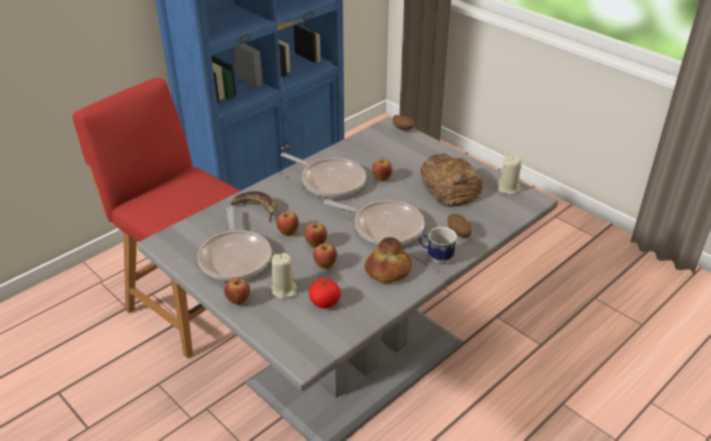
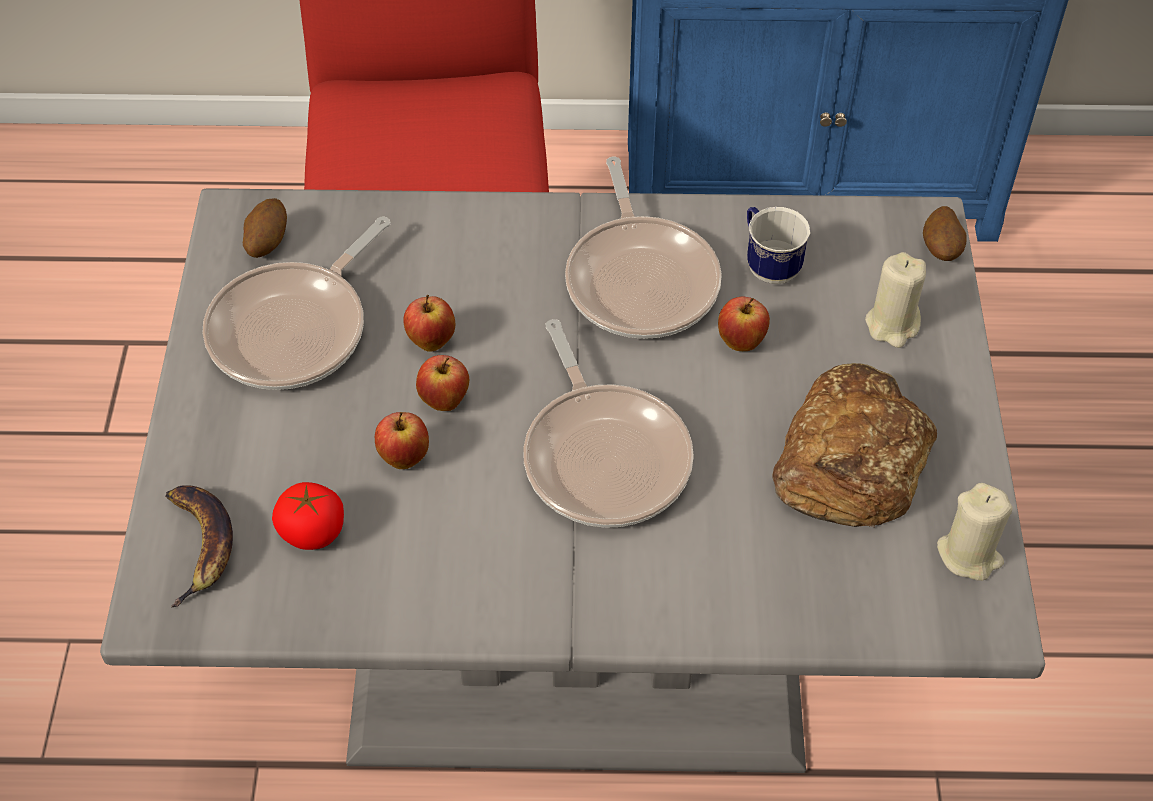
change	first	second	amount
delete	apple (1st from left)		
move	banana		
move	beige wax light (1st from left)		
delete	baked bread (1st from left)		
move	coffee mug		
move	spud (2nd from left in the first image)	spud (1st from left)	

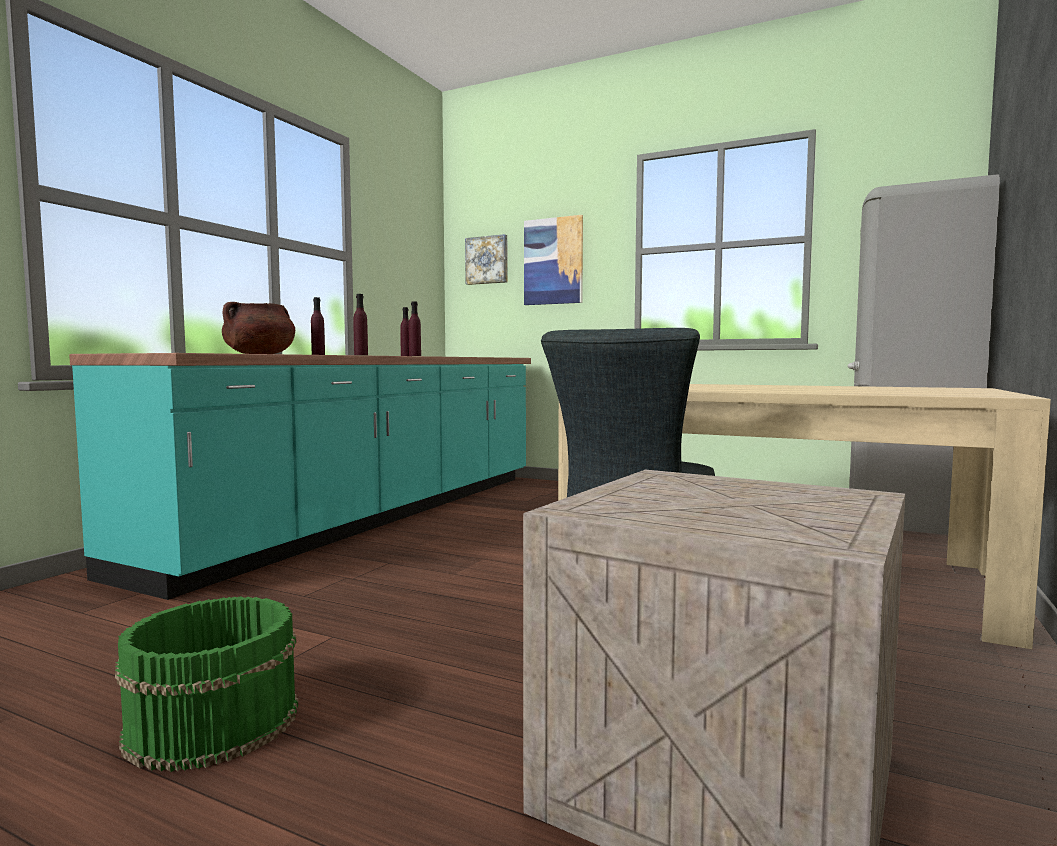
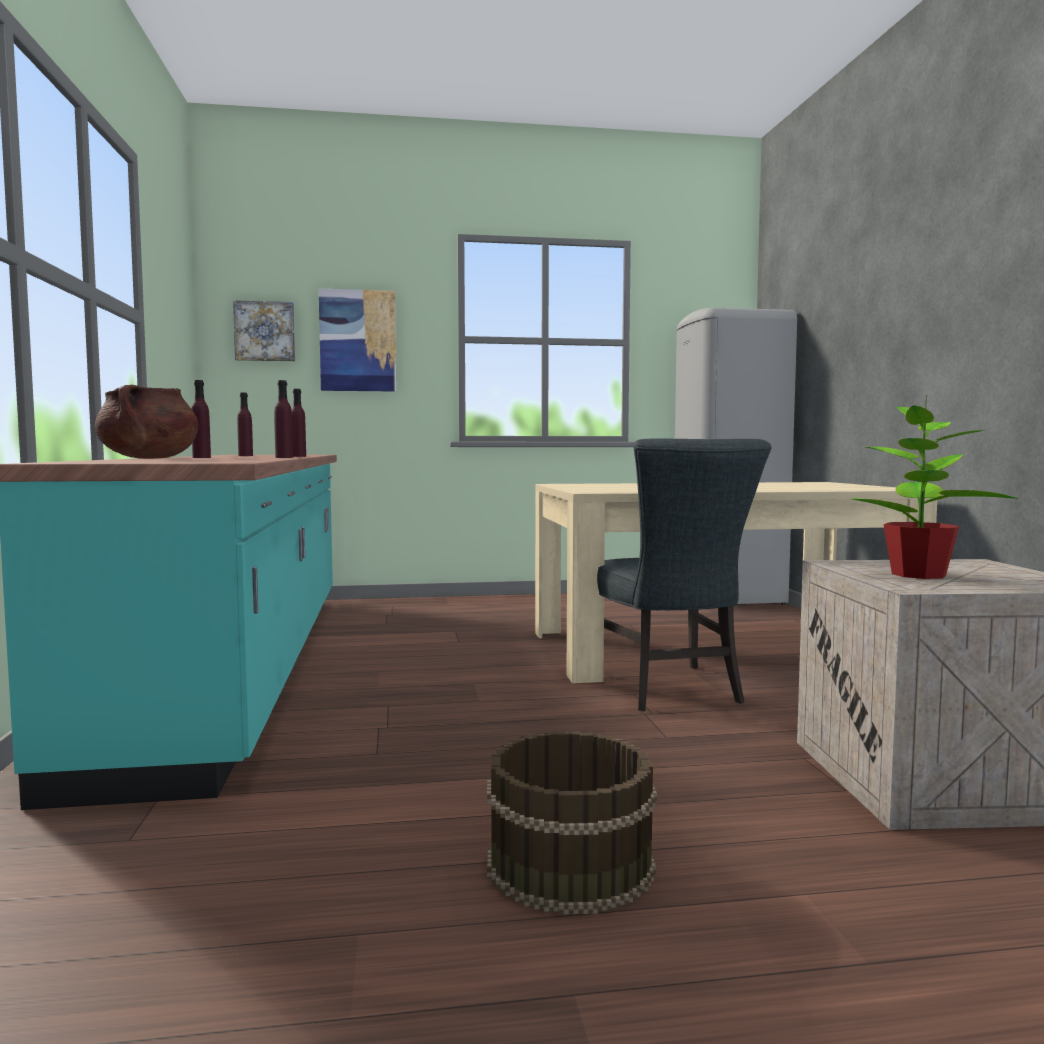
change	first	second	amount
recolor	green pail	brown pail	
insert		potted plant	

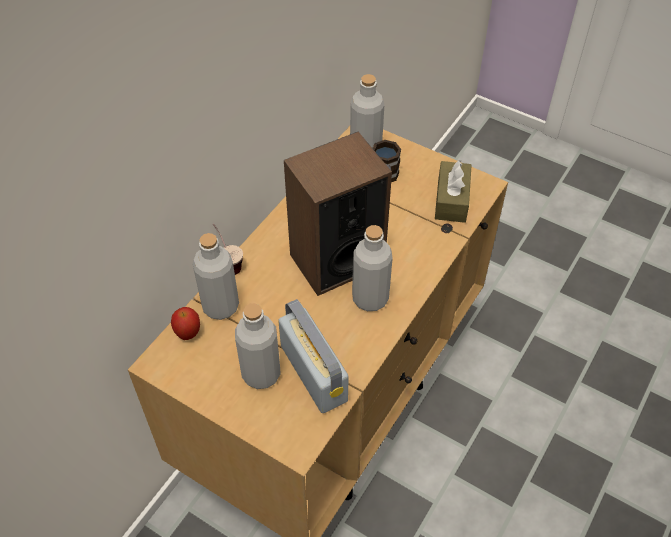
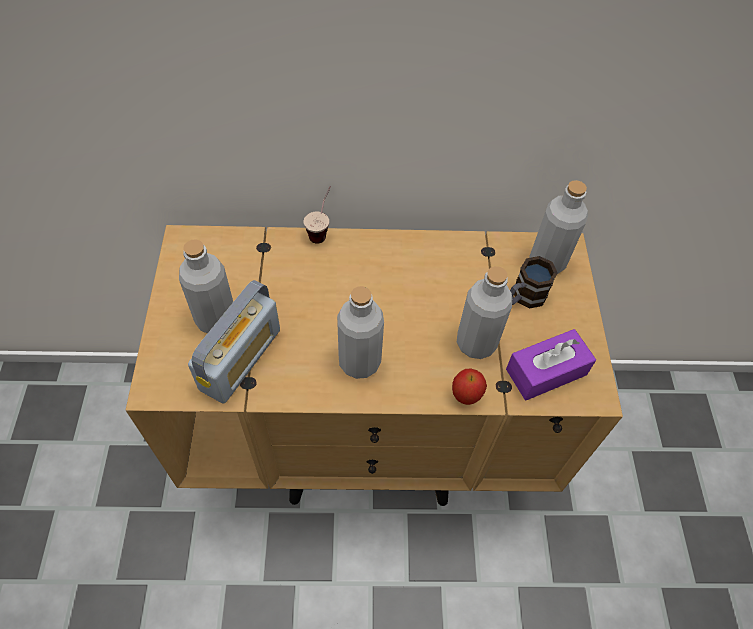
change	first	second	amount
move	apple		
move	grey beverage bottle (1st from left in the first image)	grey beverage bottle (3rd from left)	
delete	speaker		
recolor	brown box of tissues	purple-coloured box of tissues	

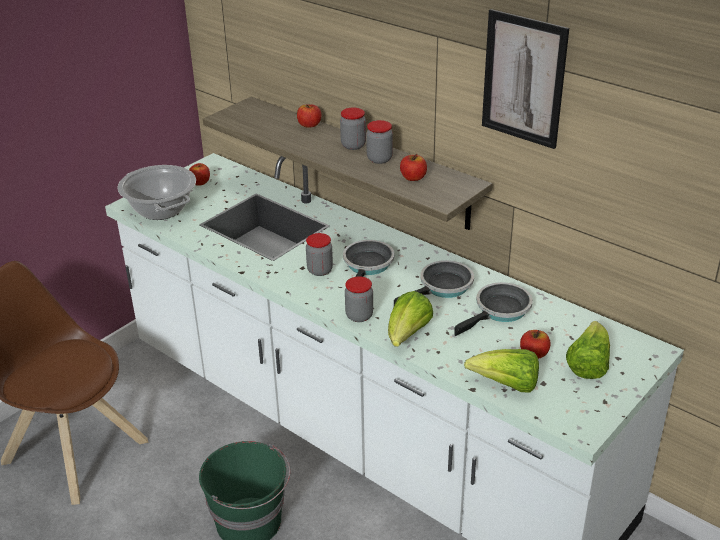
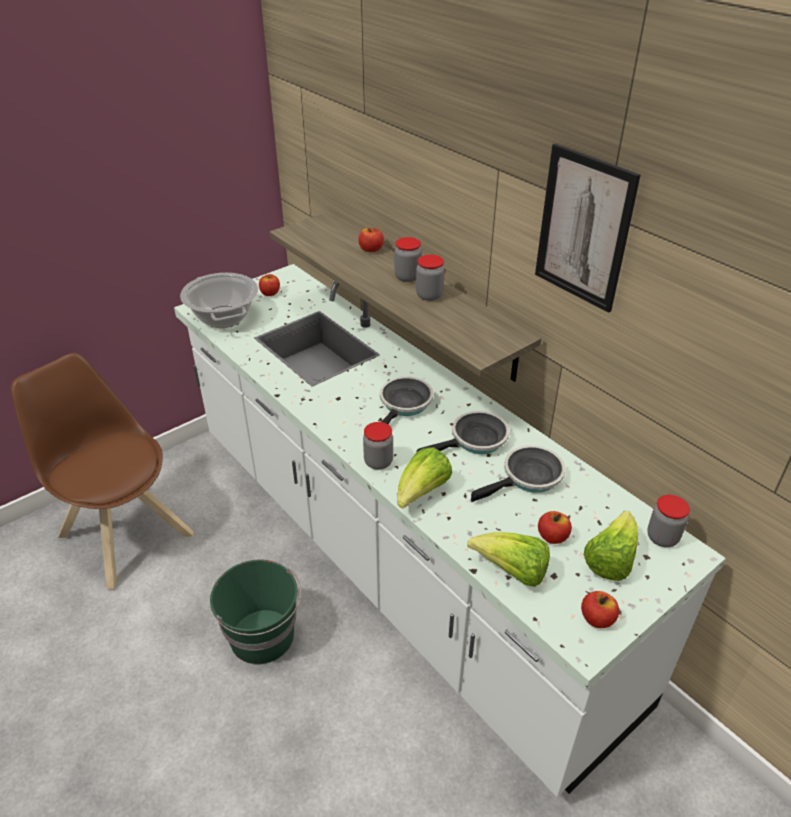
change	first	second	amount
move	preserve jar (1st from left in the first image)	preserve jar (4th from left)	
move	apple (3rd from left in the first image)	apple (4th from left)	

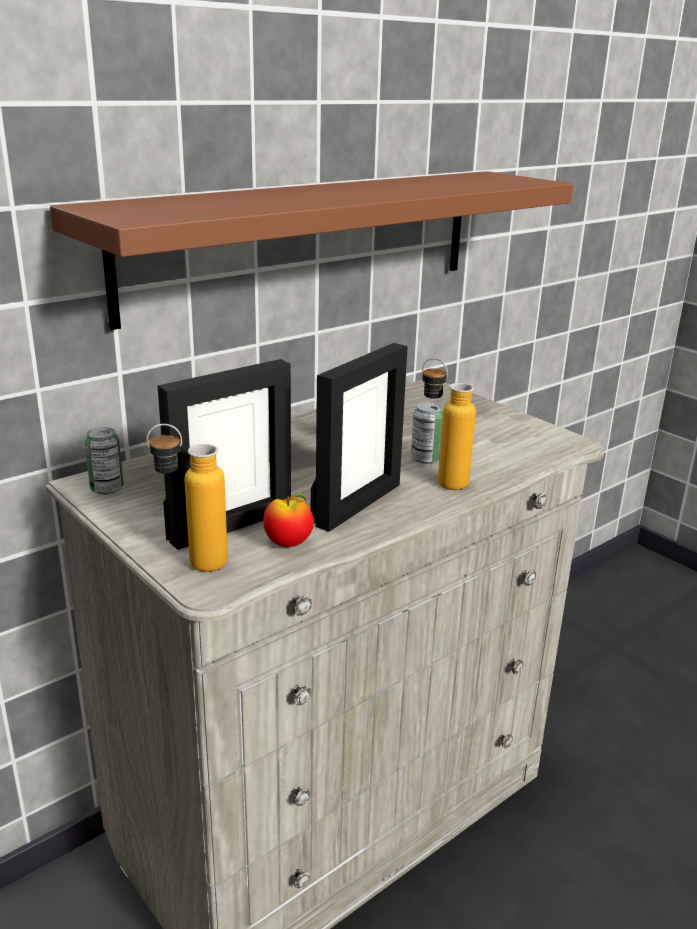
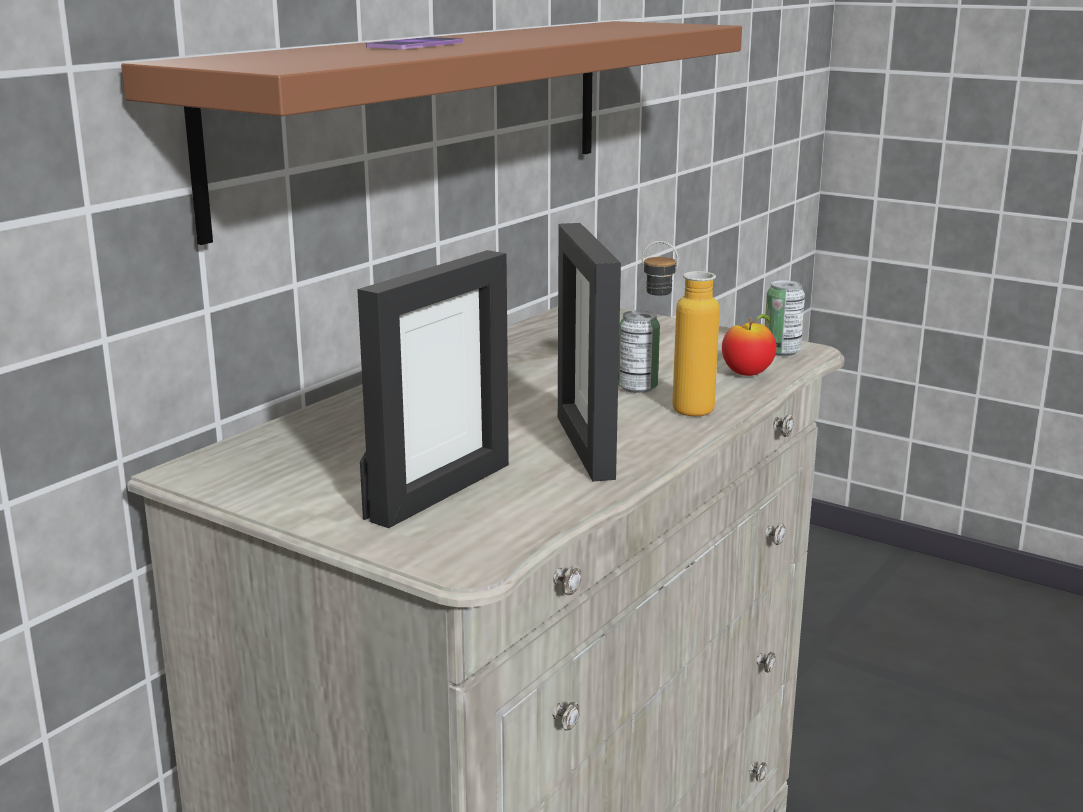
change	first	second	amount
move	can (1st from left in the first image)	can (2nd from left)	
delete	beverage bottle (1st from left)		
move	apple		
rotate	standing frame (2nd from left)		150 degrees clockwise
insert		telephone	

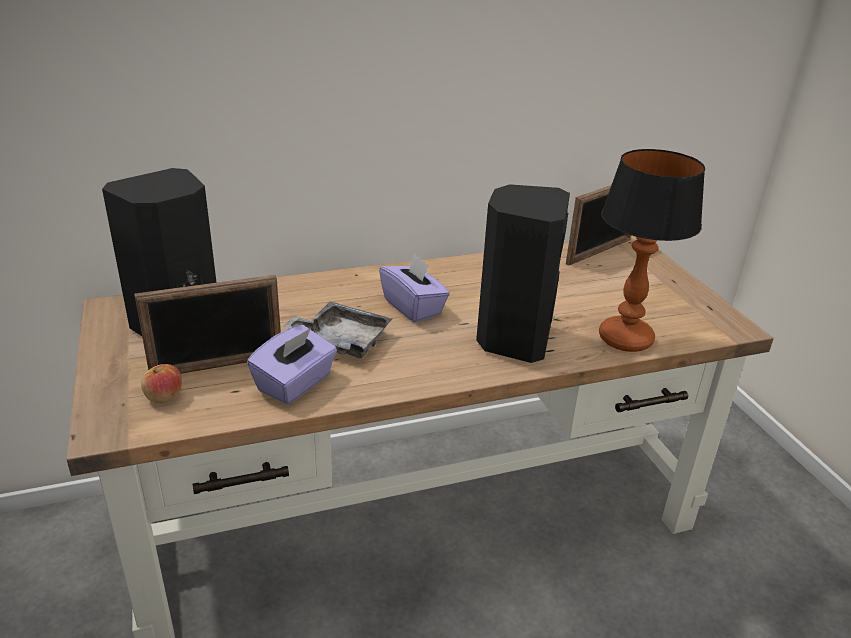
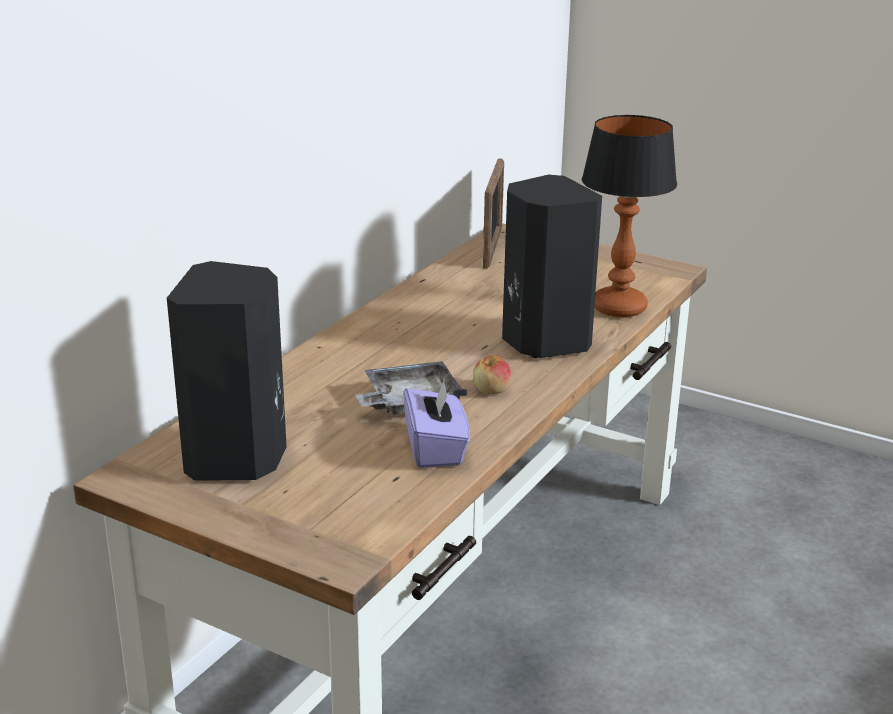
change	first	second	amount
delete	standing frame (1st from left)		
move	apple		
delete	purple-coloured box of tissues (2nd from left)		

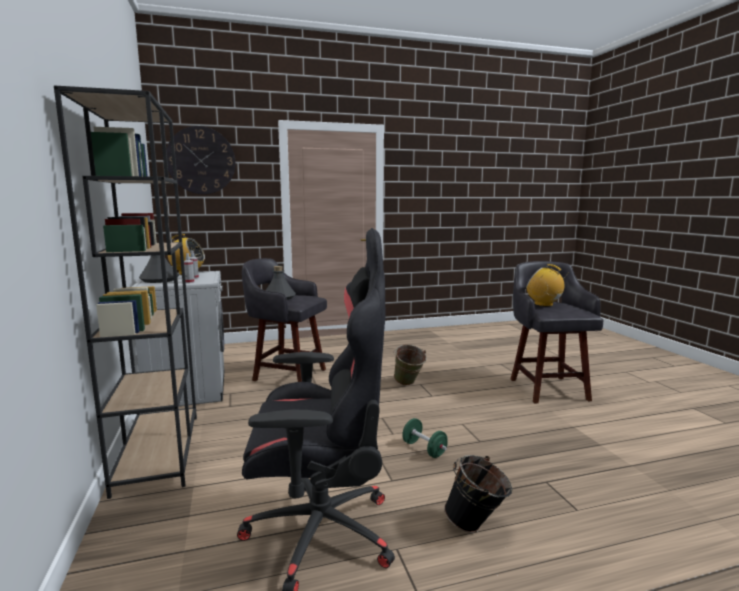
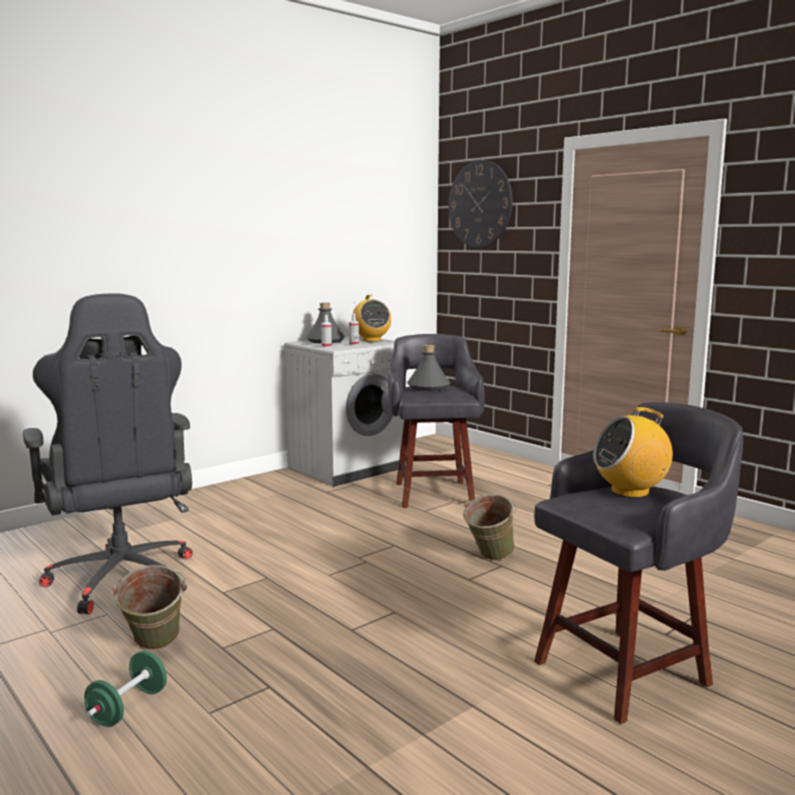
change	first	second	amount
delete	bookcase		
move	green free weight		
recolor	blackish pail	green pail (1st from left)	
rotate	radio (2nd from left)		120 degrees counterclockwise

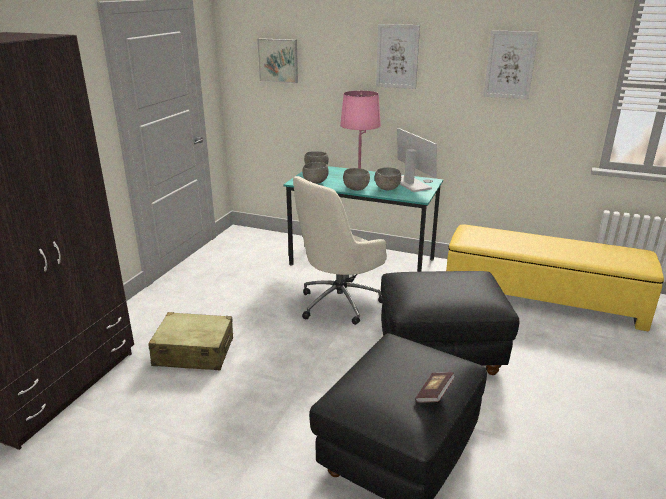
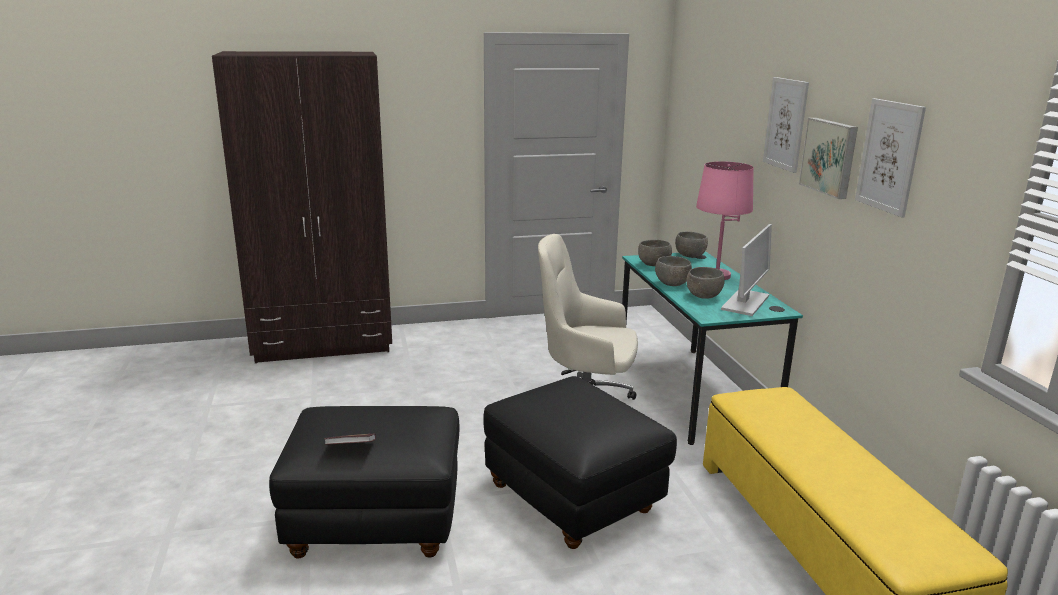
change	first	second	amount
delete	beige piece of luggage		
move	wall art (1st from left in the first image)	wall art (2nd from left)	

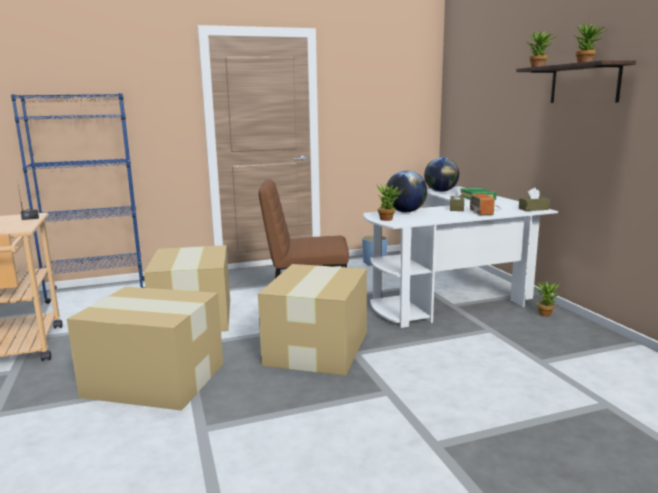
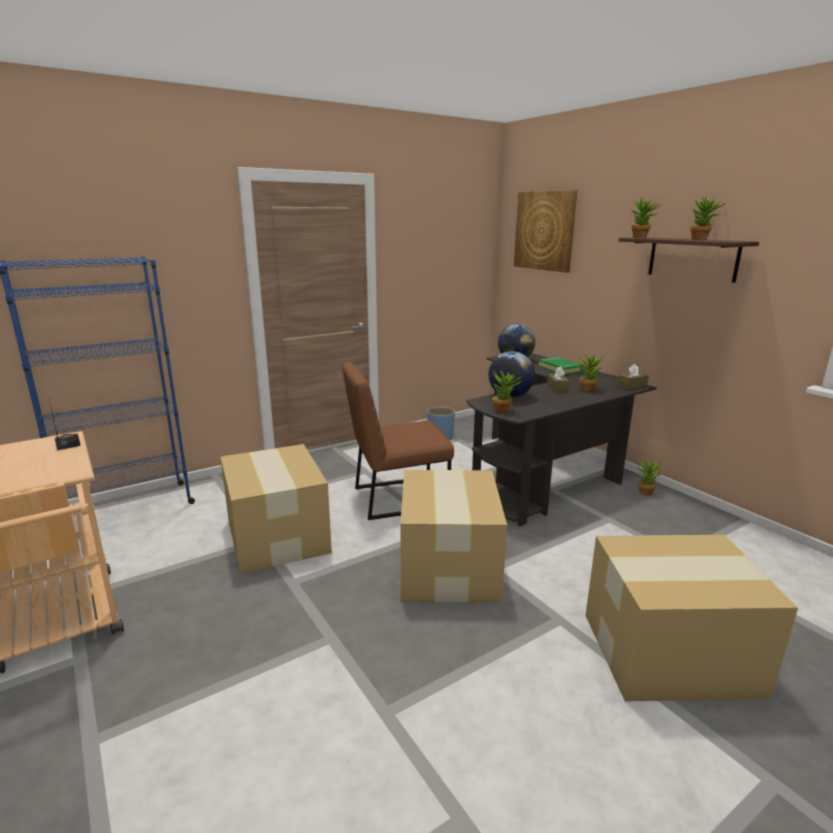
change	first	second	amount
move	cardboard box (1st from left in the first image)	cardboard box (3rd from left)	
recolor	whitish desk table	blackish desk table	
replace	radio (2nd from left)	potted plant (2nd from left)	
insert		wall art	

